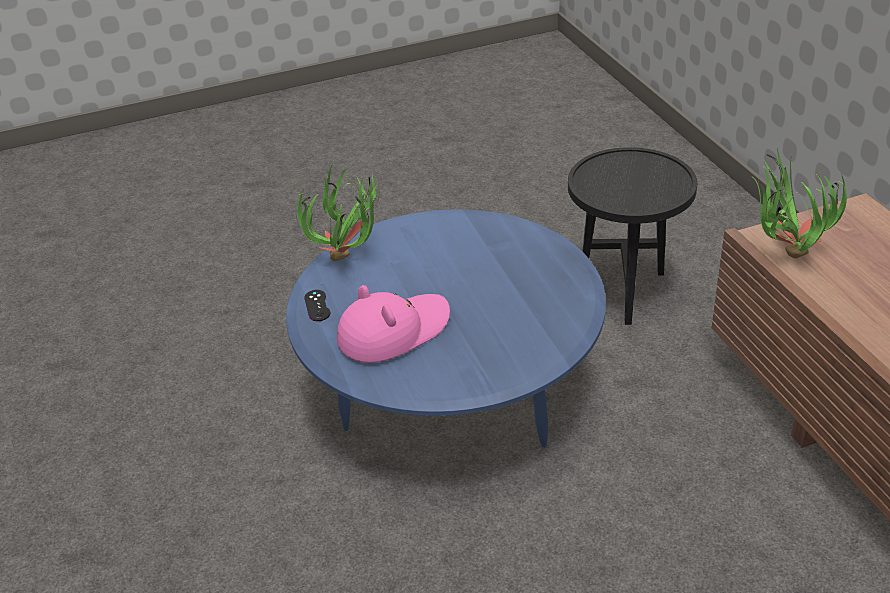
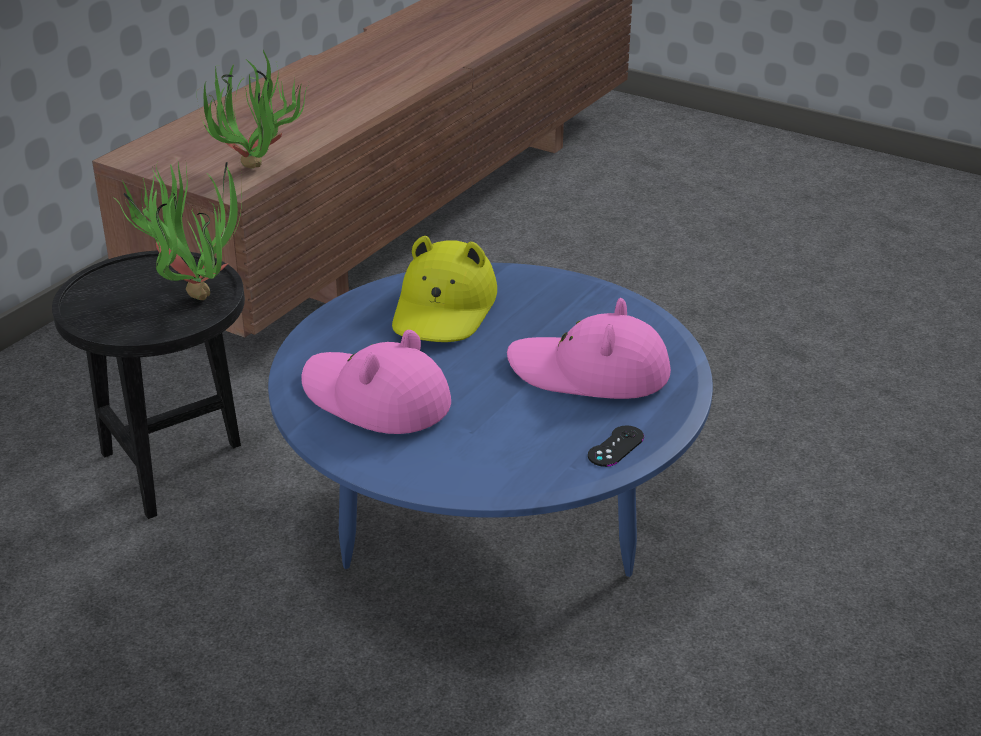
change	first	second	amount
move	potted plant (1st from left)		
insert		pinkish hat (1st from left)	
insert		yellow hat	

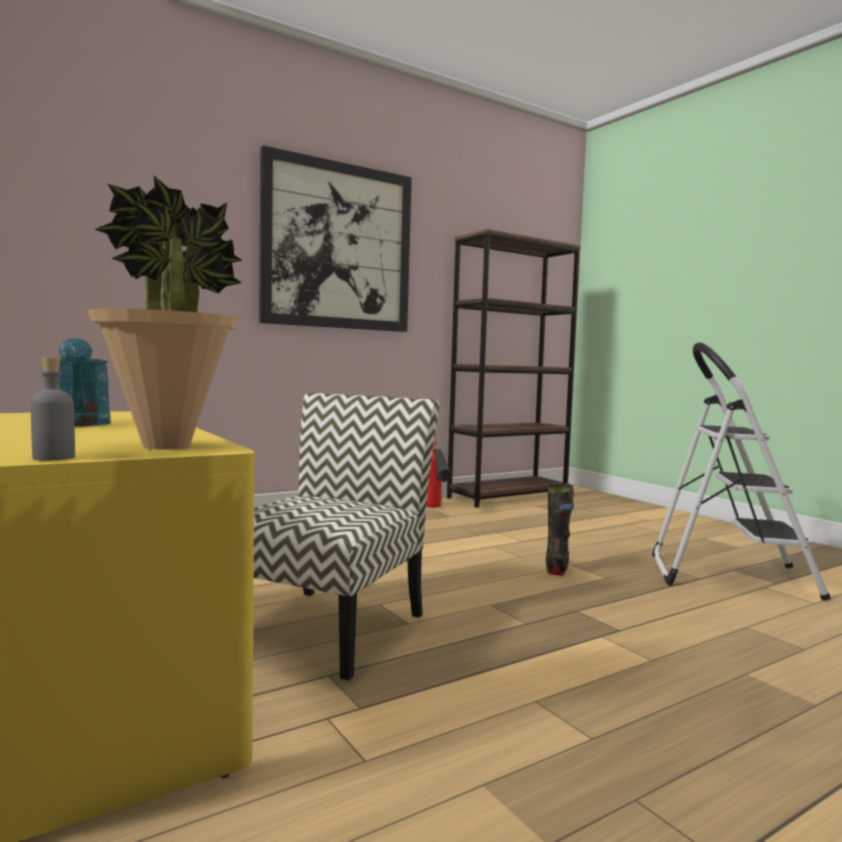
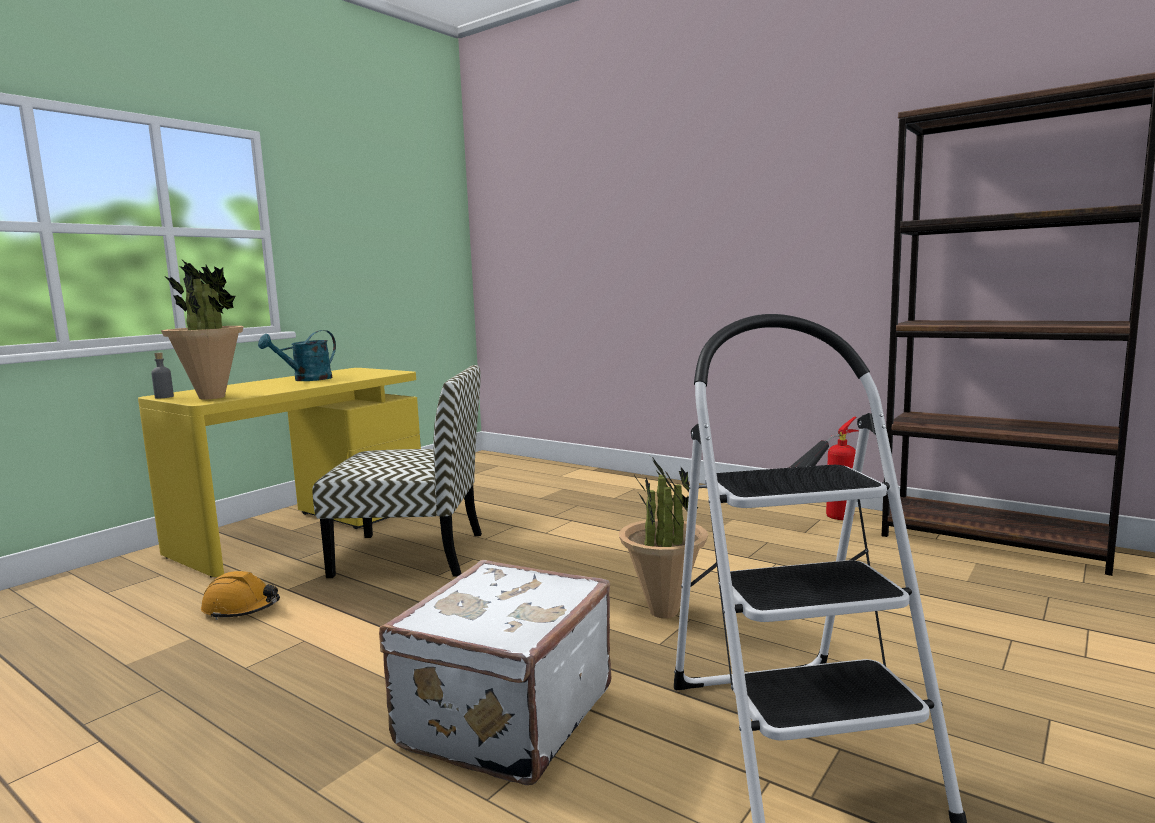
change	first	second	amount
delete	wall art		
replace	blackish tall boot	potted plant (2nd from left)	
insert		orange-coloured work helmet	
insert		whitish piece of luggage	

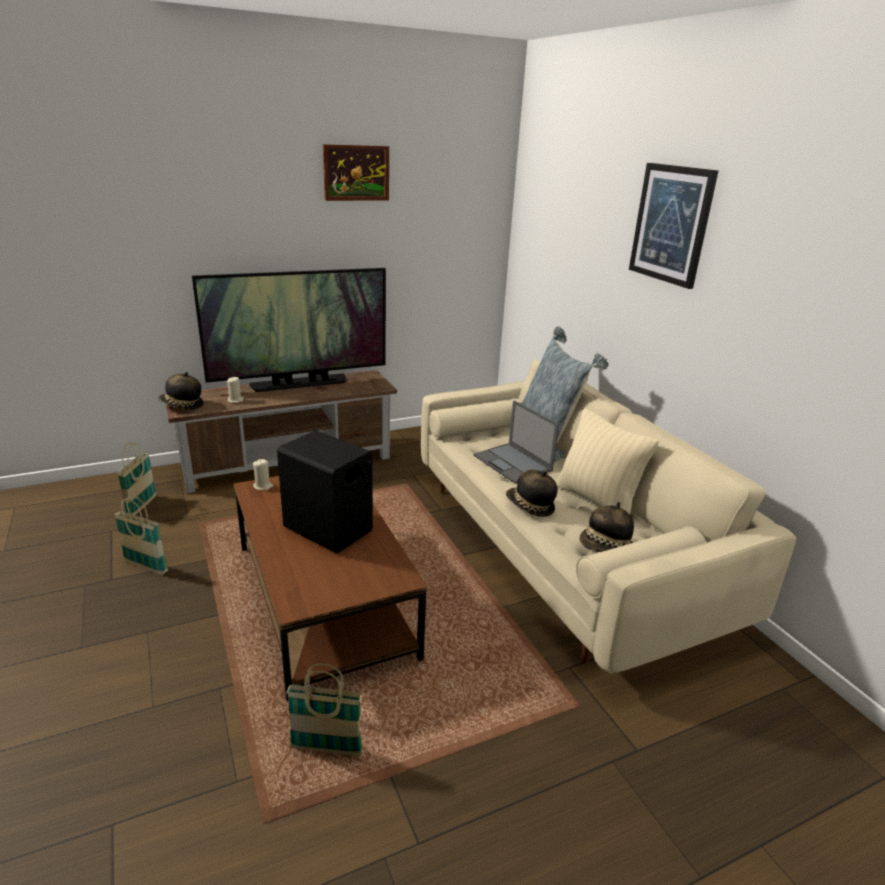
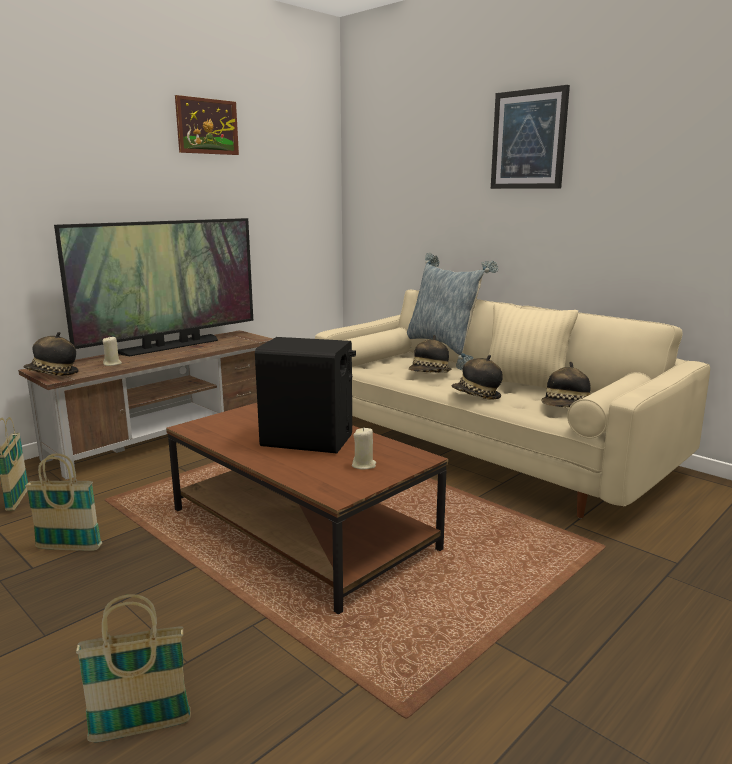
change	first	second	amount
move	beige wax light (2nd from left)		
move	basket (3rd from left)		
replace	notebook computer	hat (2nd from left)	

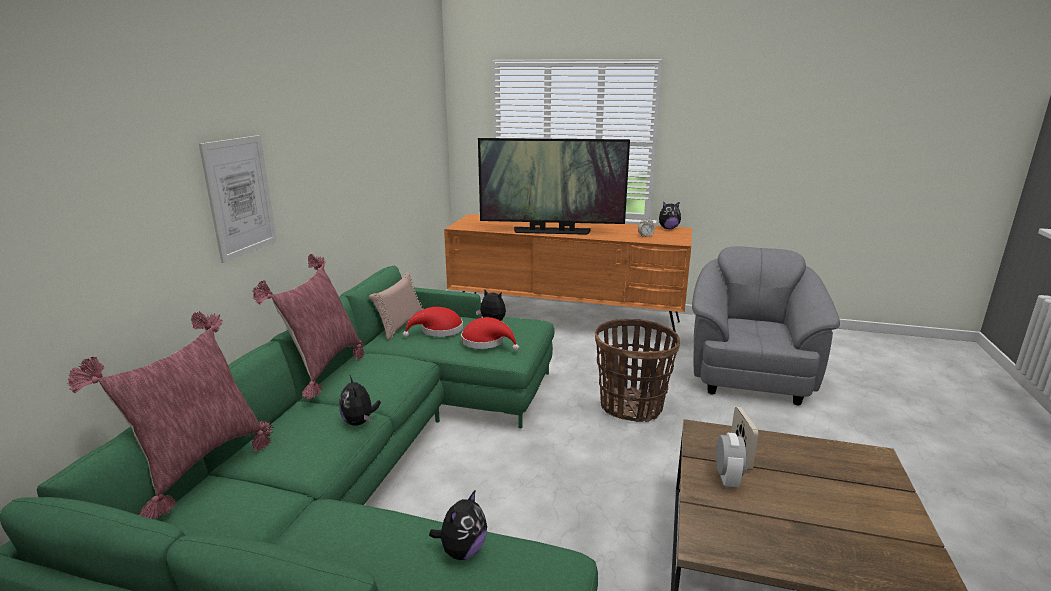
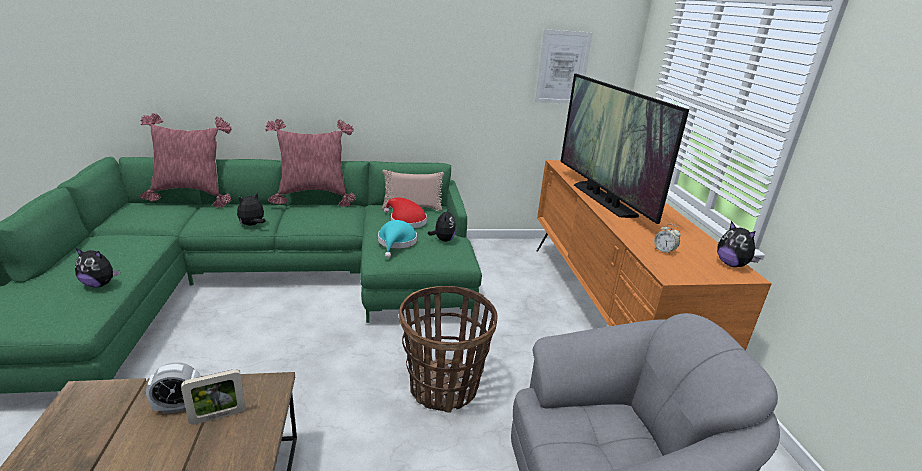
change	first	second	amount
move	wall art		
recolor	reddish hat (2nd from left)	turquoise-coloured hat	

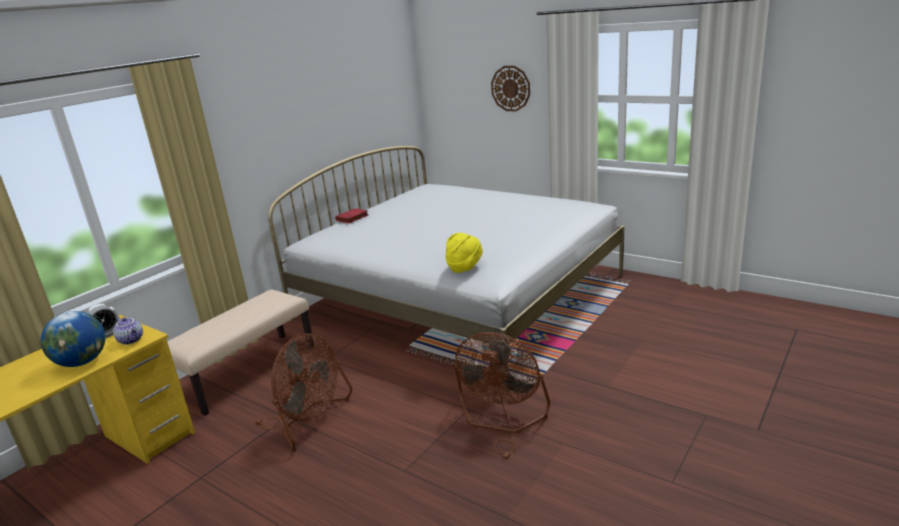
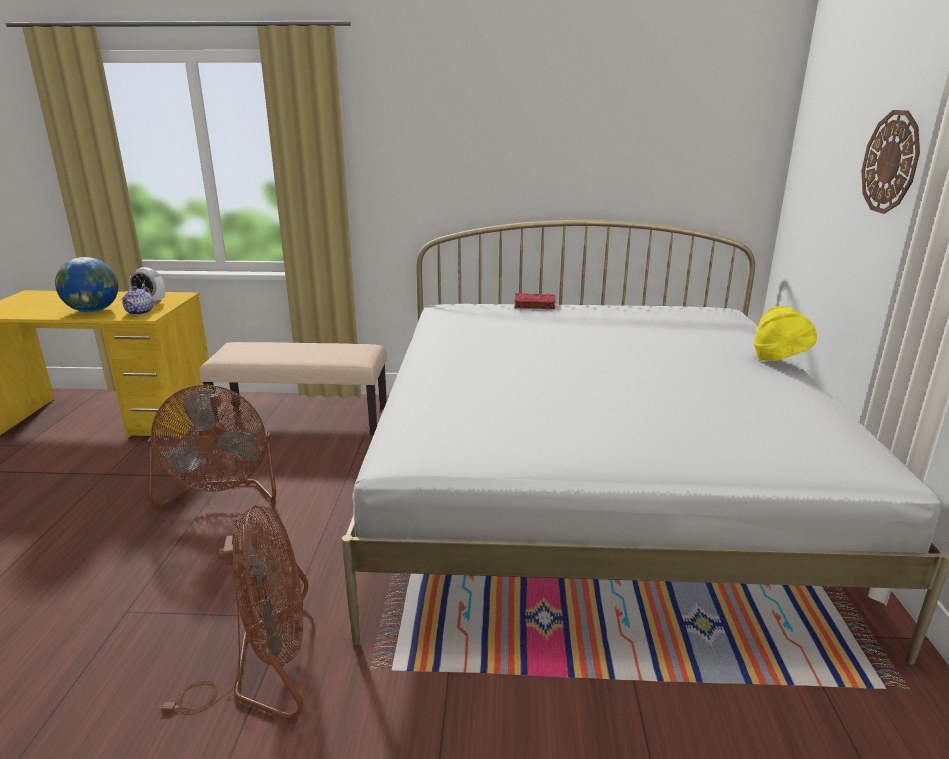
change	first	second	amount
move	yellow hat		

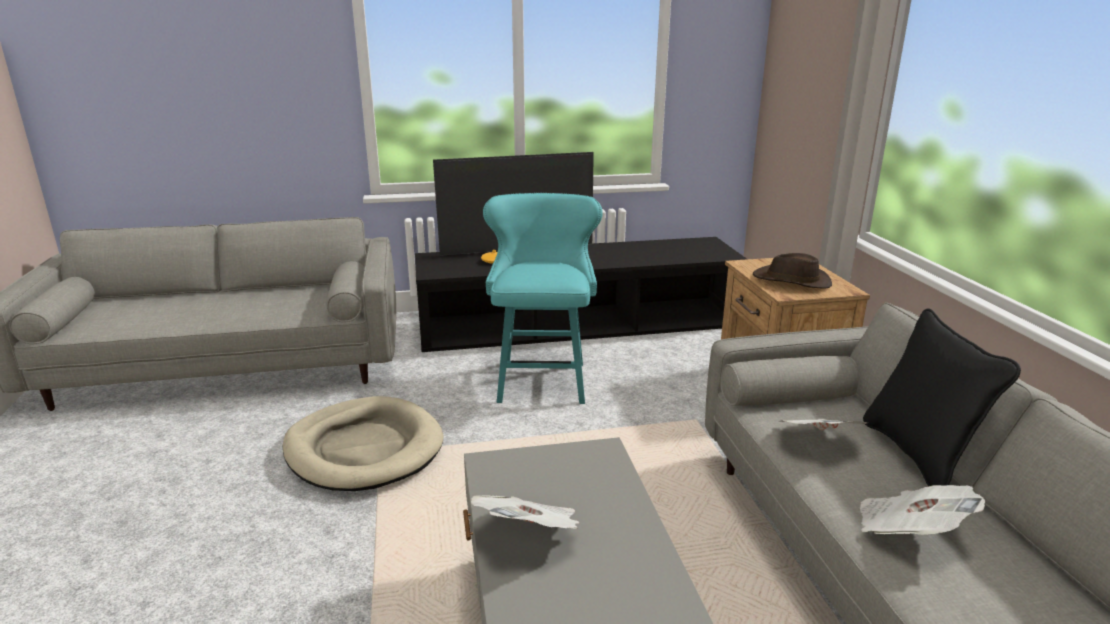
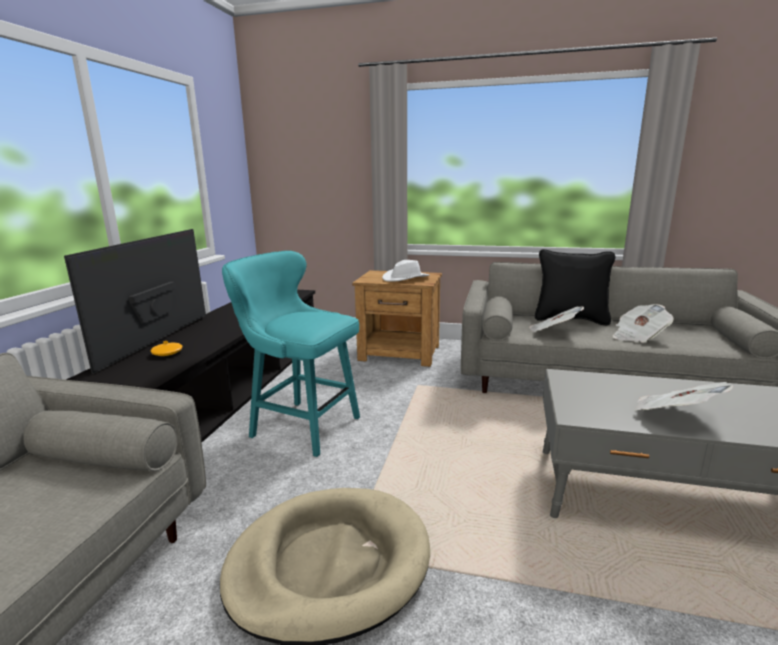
change	first	second	amount
recolor	brown hat	whitish hat	

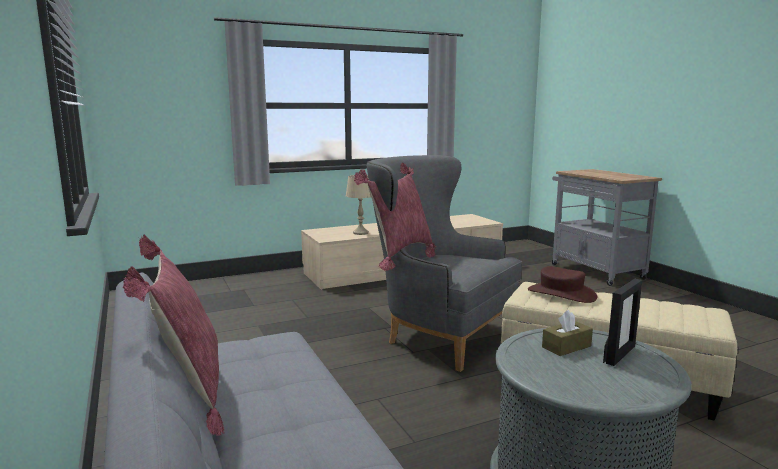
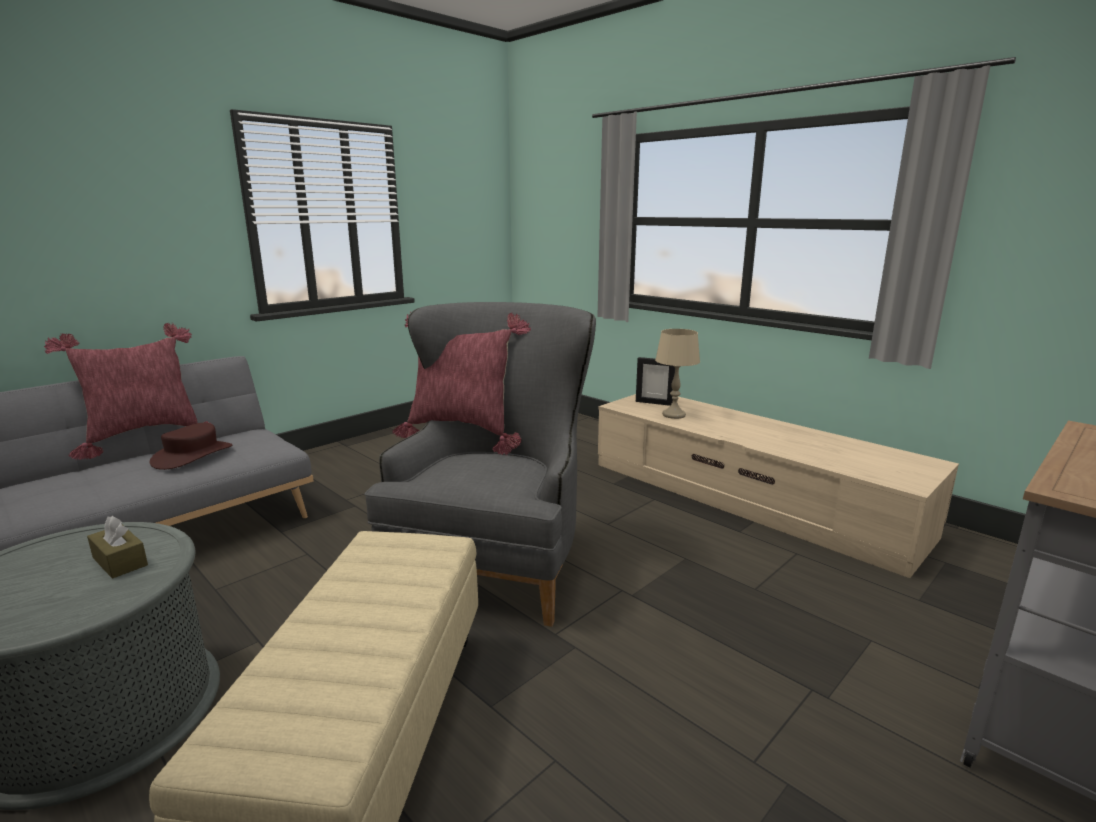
change	first	second	amount
move	brown hat		
move	standing frame		

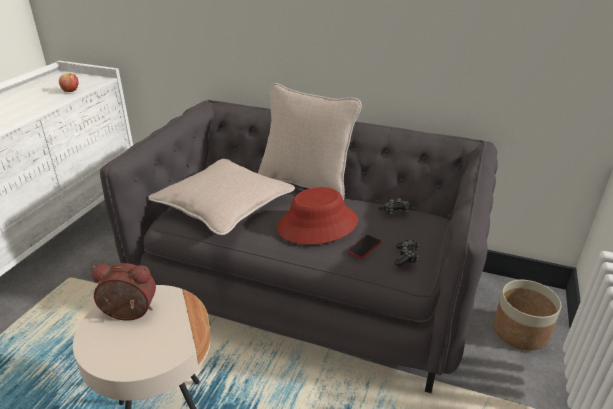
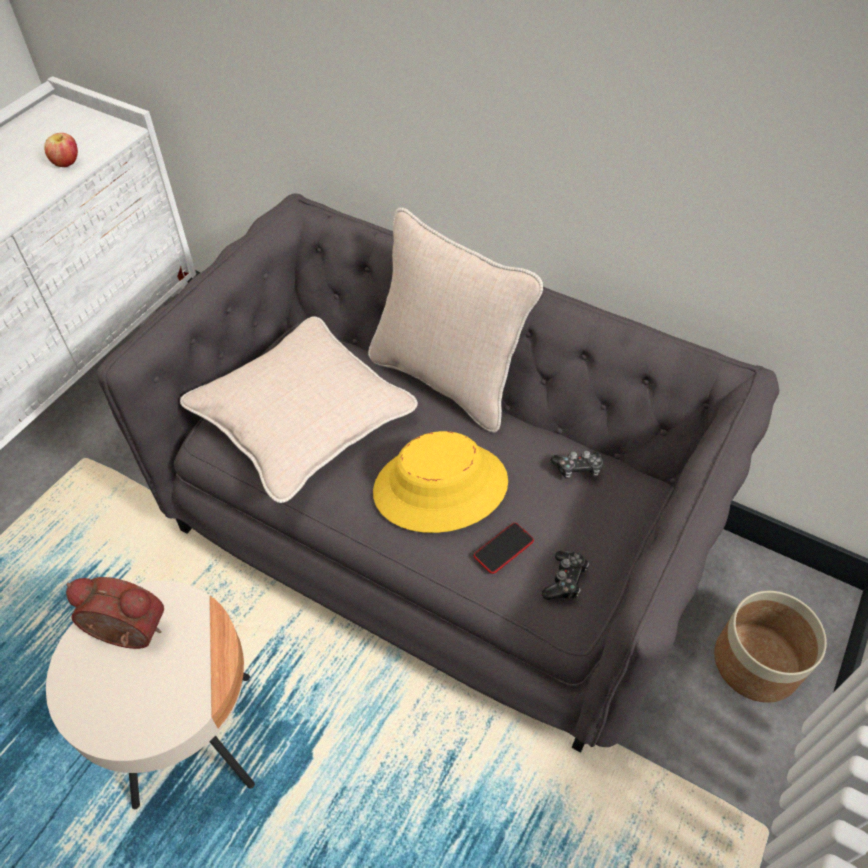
change	first	second	amount
recolor	reddish hat	yellow hat	

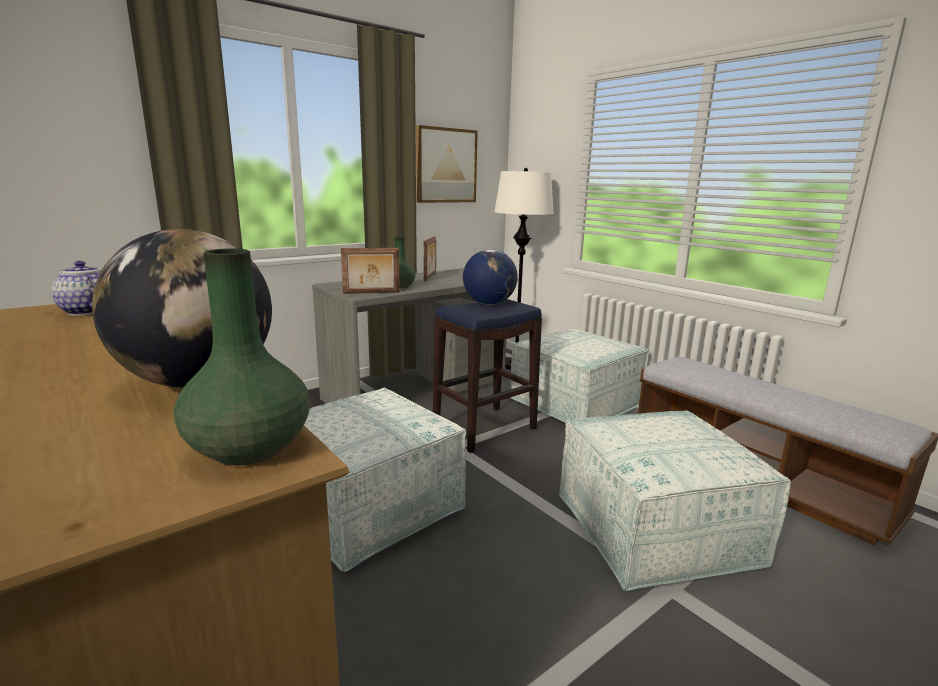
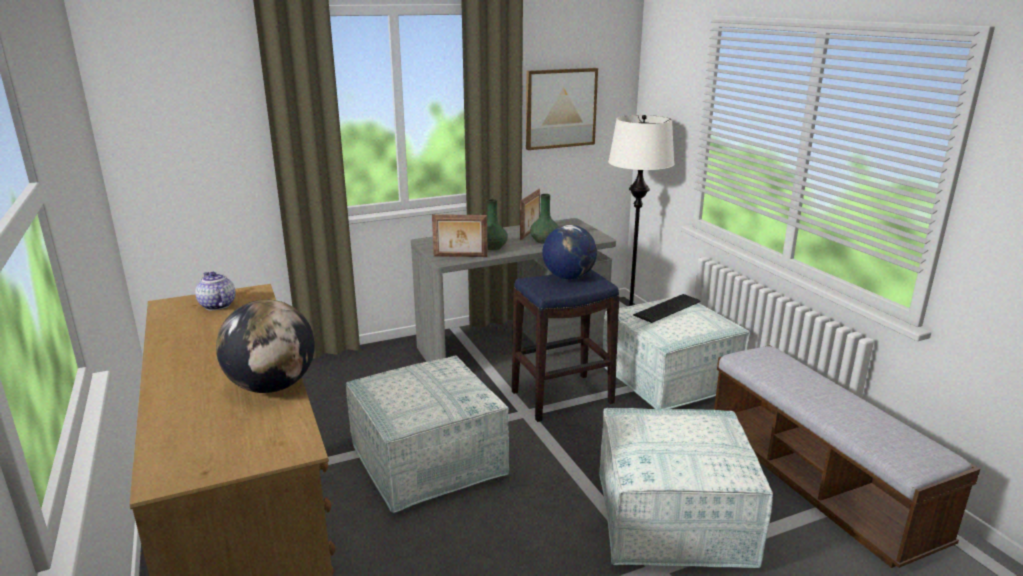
change	first	second	amount
move	green flower vase (1st from left in the first image)	green flower vase (2nd from left)	
insert		computer keyboard	

